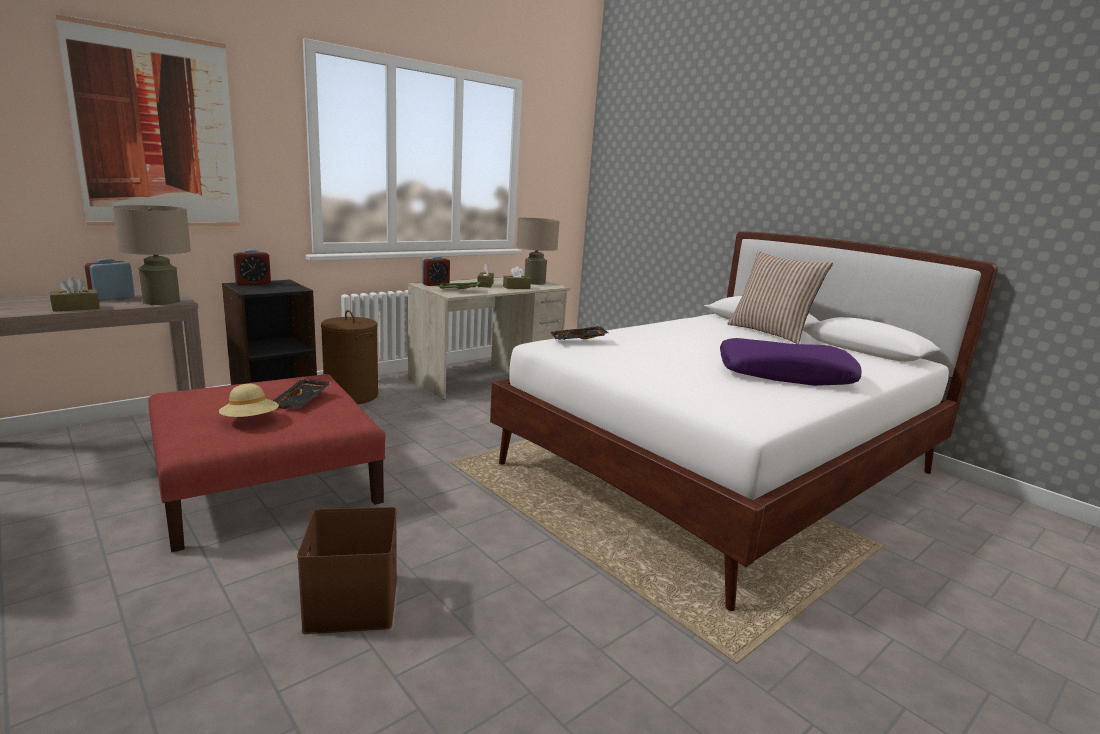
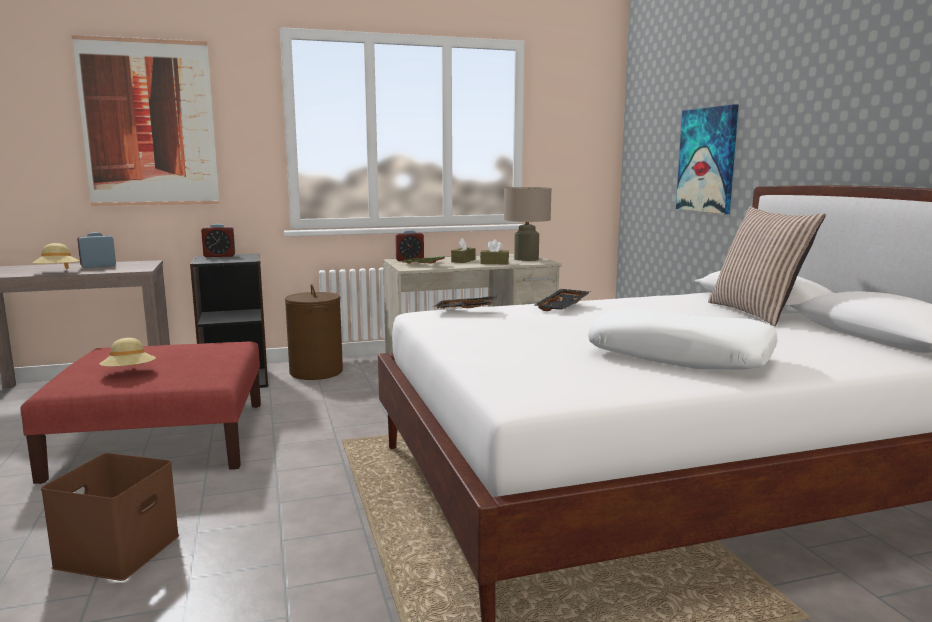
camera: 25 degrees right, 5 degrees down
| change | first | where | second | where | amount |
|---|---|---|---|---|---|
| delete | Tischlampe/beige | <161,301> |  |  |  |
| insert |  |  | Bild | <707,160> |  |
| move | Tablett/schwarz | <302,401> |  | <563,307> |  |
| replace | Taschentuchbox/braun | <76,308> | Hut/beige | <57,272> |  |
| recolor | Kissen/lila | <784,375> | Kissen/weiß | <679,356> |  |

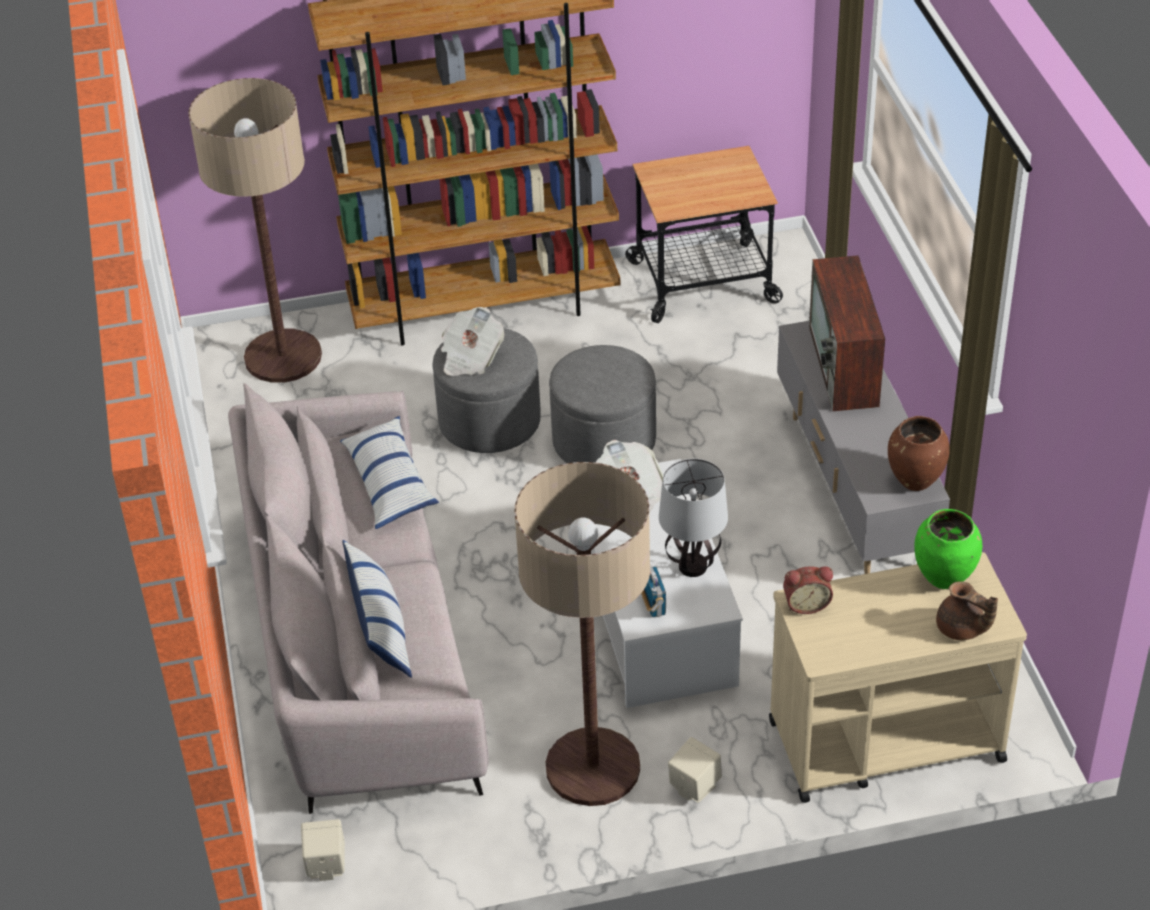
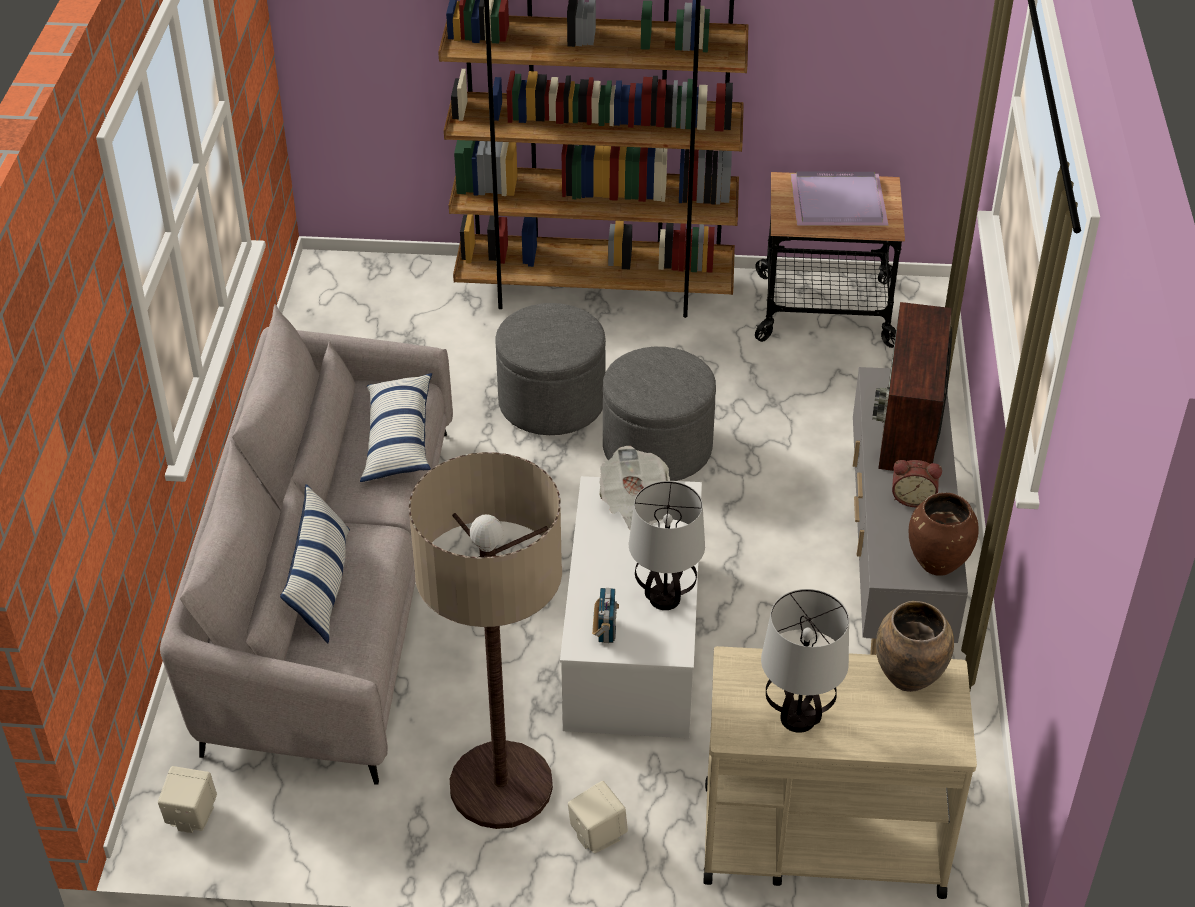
camera: 15 degrees right, 0 degrees up
| change | first | where | second | where | amount |
|---|---|---|---|---|---|
| delete | Stehlampe | <283,357> |  |  |  |
| delete | Zeitung | <470,357> |  |  |  |
| delete | Teekanne/braun | <961,629> |  |  |  |
| insert |  |  | Tischlampe | <799,718> |  |
| insert |  |  | Tablett/lila | <836,201> |  |
| move | Wecker | <806,604> |  | <912,497> |  |
| recolor | Vase/grün | <944,577> | Vase/braun | <908,677> |  |

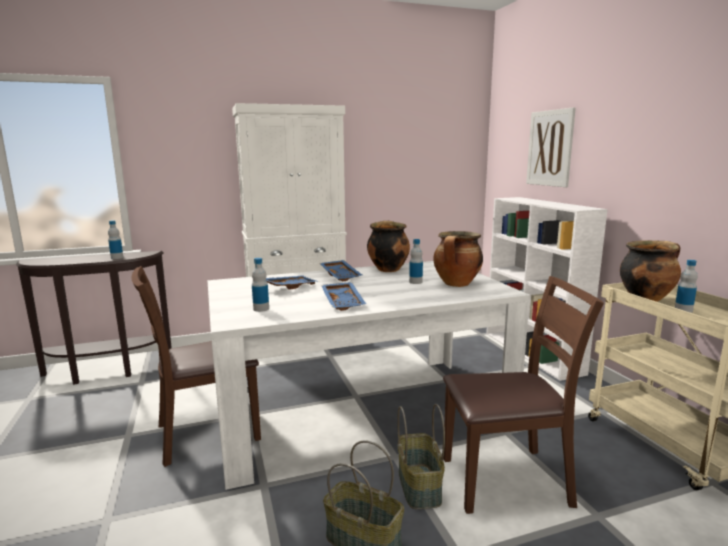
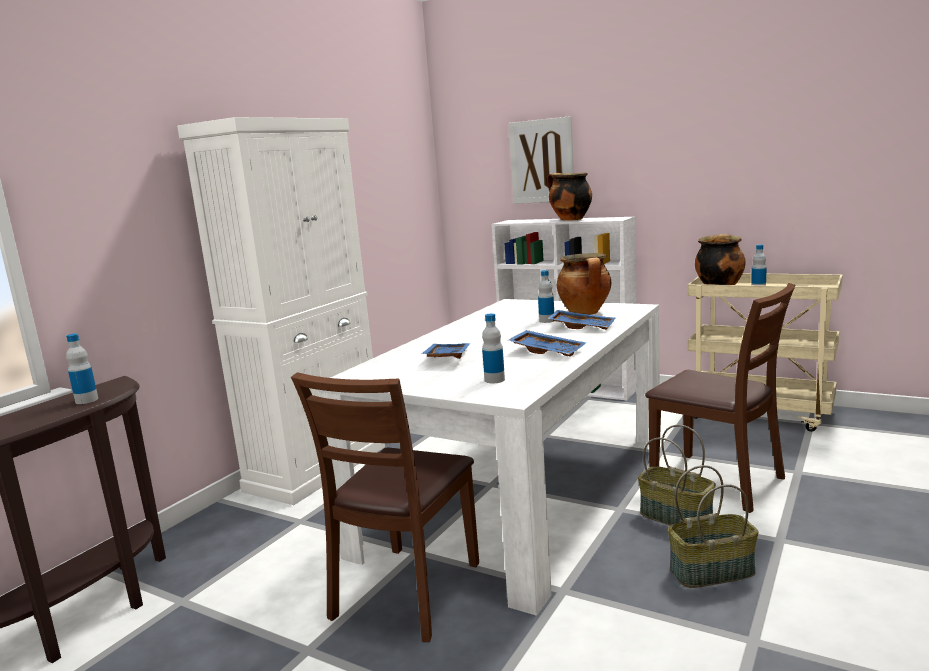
camera: 40 degrees left, 0 degrees up
| change | first | where | second | where | amount |
|---|---|---|---|---|---|
| move | Tablett/blau | <341,276> |  | <582,327> |  |
| move | Kochtopf | <387,269> |  | <570,219> |  |
| rotate | Stuhl/braun | <506,480> |  | <718,481> | 90 degrees clockwise |

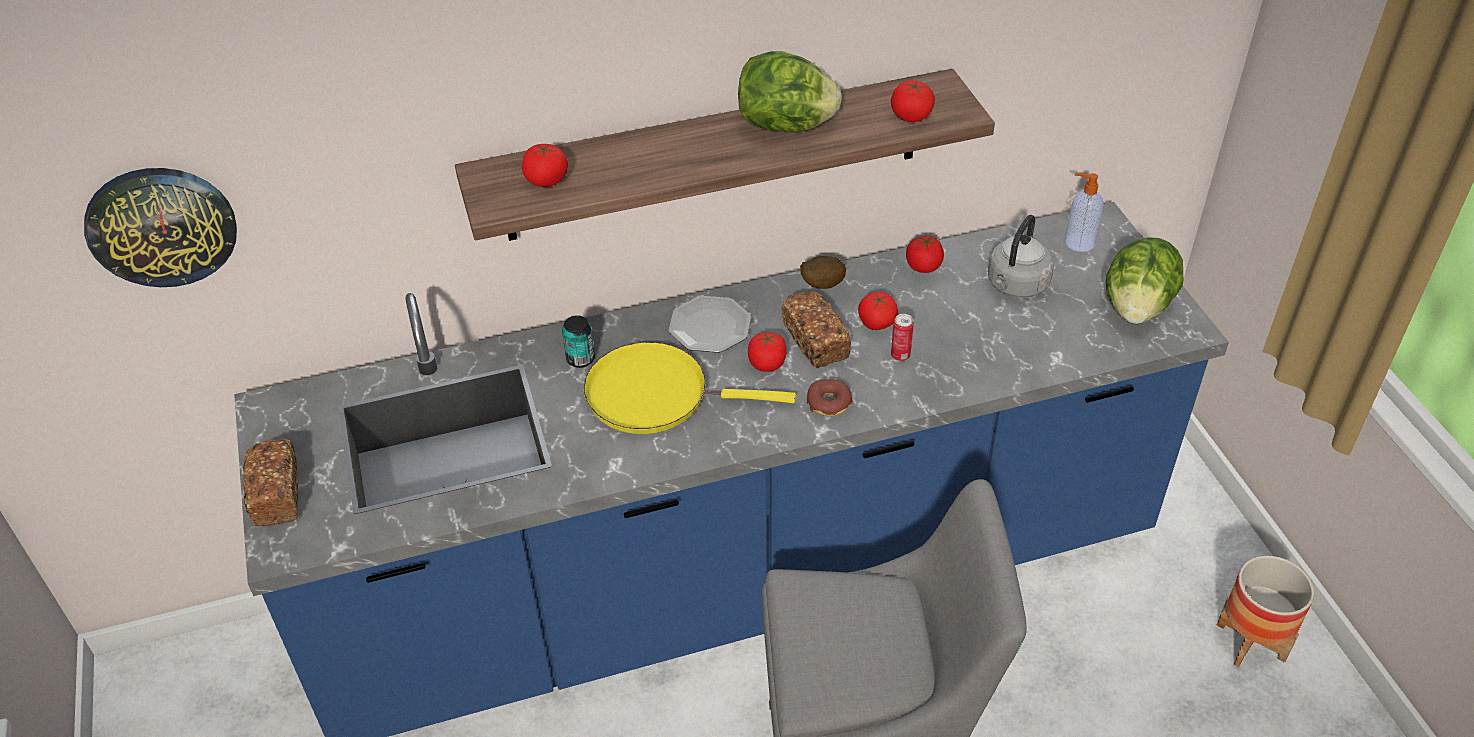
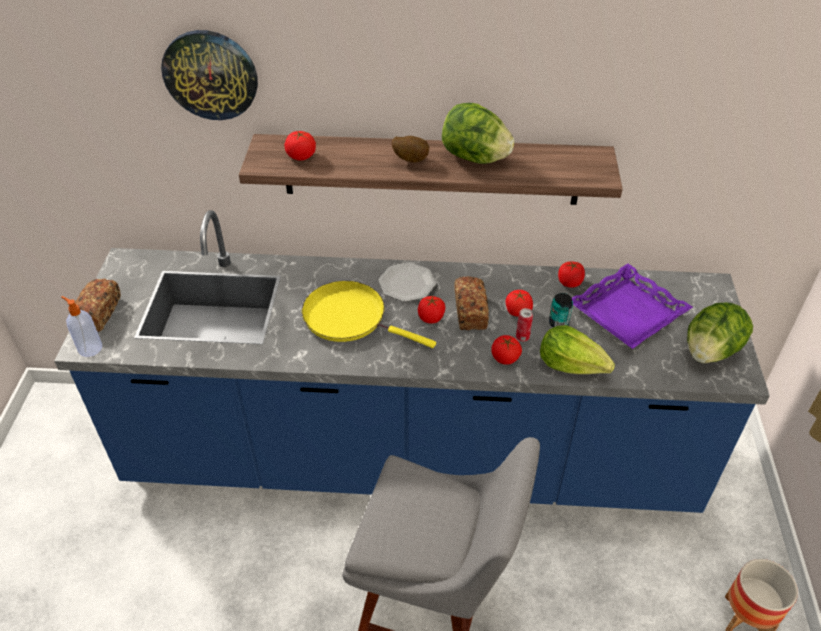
camera: 20 degrees right, 0 degrees up
| change | first | where | second | where | amount |
|---|---|---|---|---|---|
| delete | Donut | <829,403> |  |  |  |
| insert |  |  | Salatkopf | <571,364> |  |
| move | Wanduhr | <161,226> |  | <210,75> |  |
| move | Dose | <580,359> |  | <558,323> |  |
| move | Kartoffel | <821,285> |  | <410,160> |  |
| move | Tomate | <911,116> |  | <505,358> |  |
| move | Seifenspender | <1078,242> |  | <89,348> |  |
| replace | Wasserkessel/grau | <1016,286> | Tablett/lila | <628,313> |  |

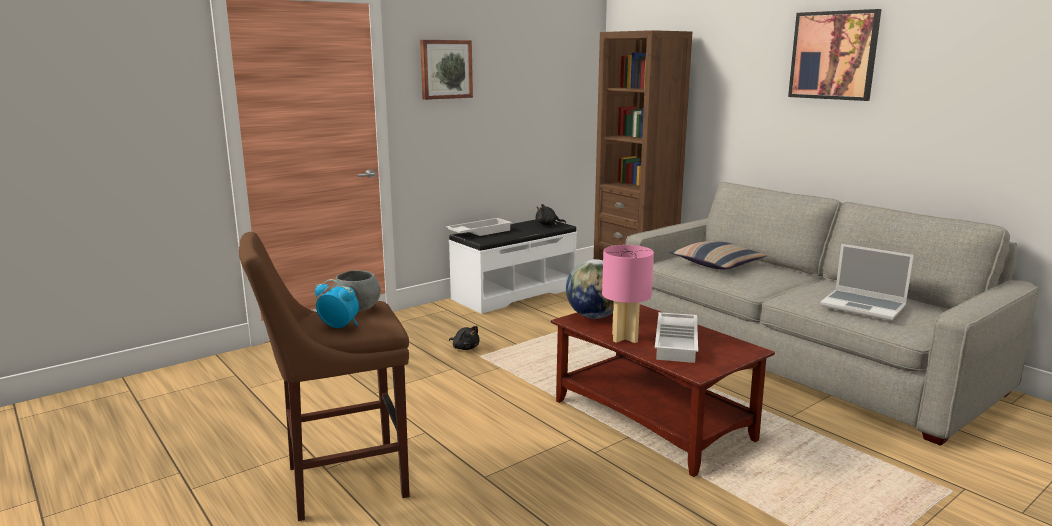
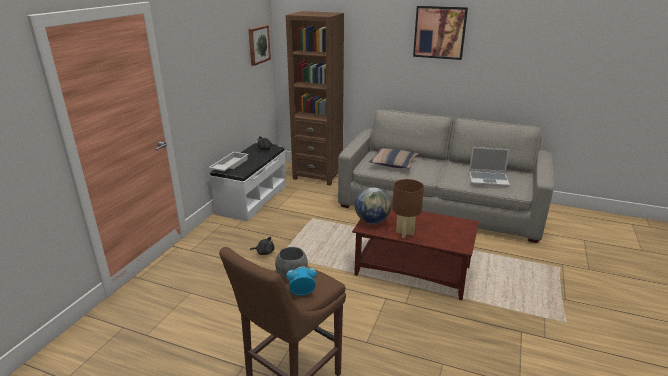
camera: 30 degrees left, 10 degrees up
| change | first | where | second | where | amount |
|---|---|---|---|---|---|
| delete | Tablett/weiß | <677,343> |  |  |  |
| move | Bild | <445,69> |  | <258,44> |  |
| recolor | Tischlampe/rosa | <625,338> | Tischlampe/braun | <404,233> |  |

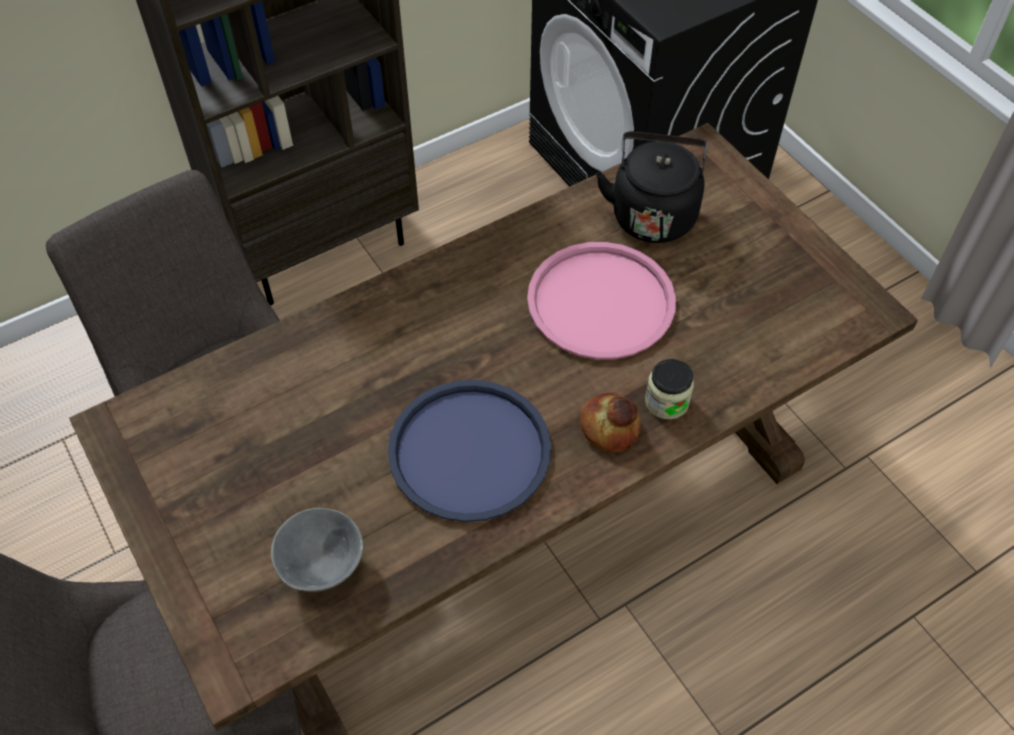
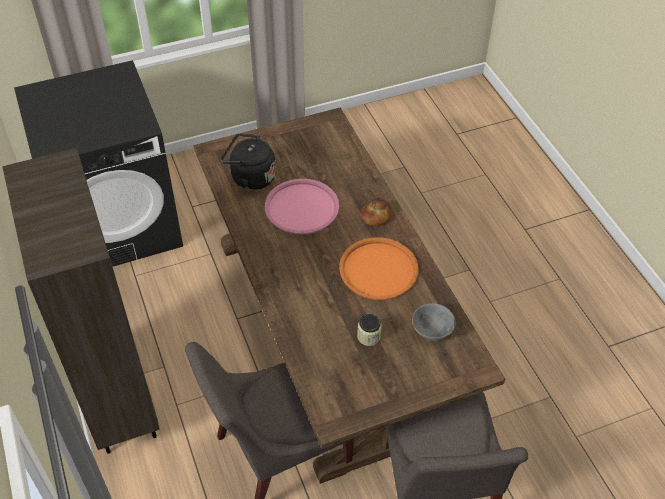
camera: 80 degrees left, 5 degrees down
| change | first | where | second | where | amount |
|---|---|---|---|---|---|
| move | Vorratsglas | <666,401> |  | <368,336> |  |
| recolor | Tablett/blau | <469,451> | Tablett/orange | <378,269> |  |

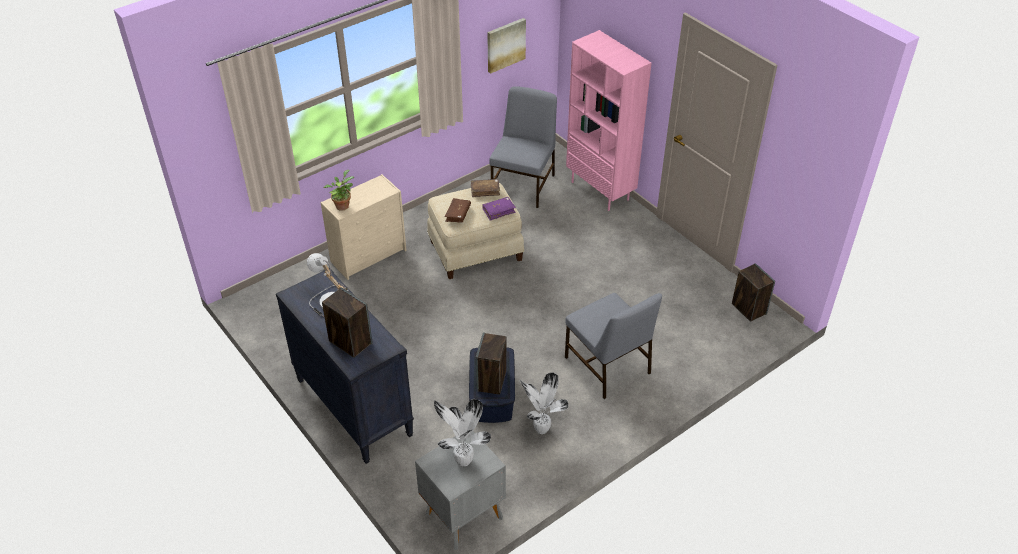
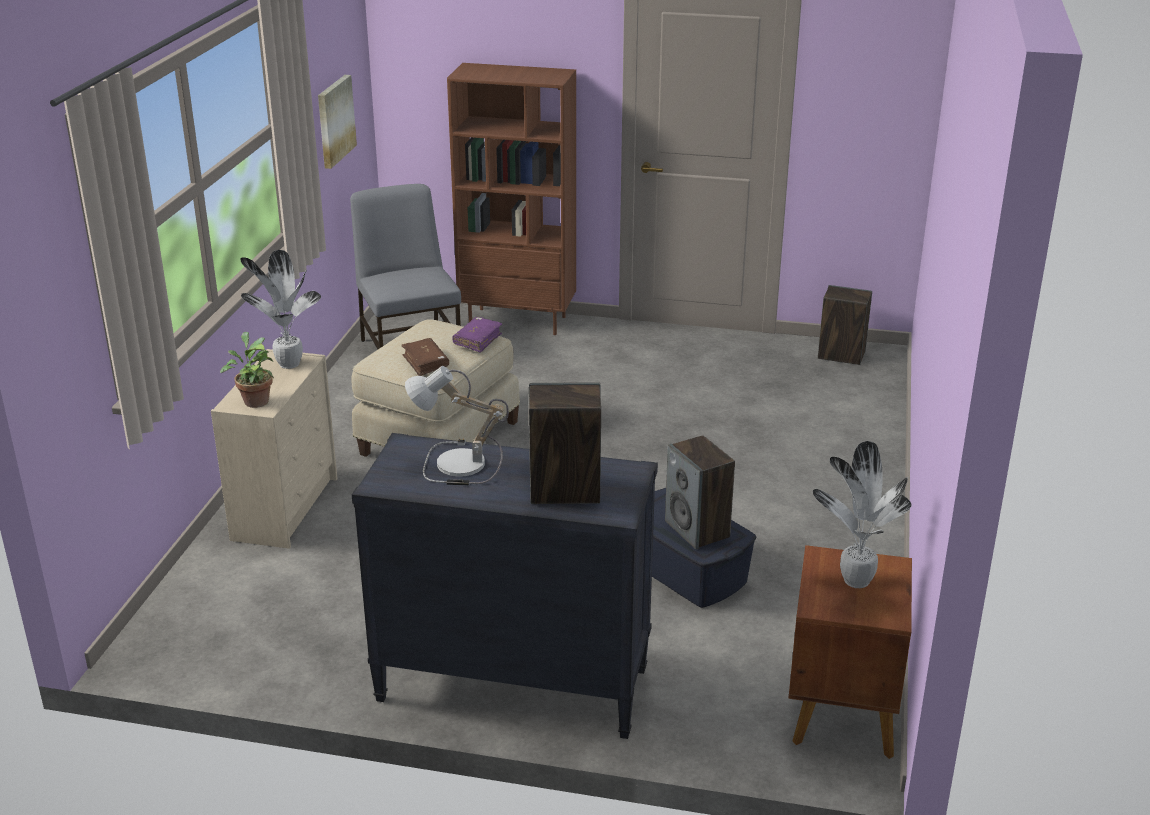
camera: 40 degrees left, 15 degrees down
| change | first | where | second | where | amount |
|---|---|---|---|---|---|
| delete | Buch/braun | <485,190> |  |  |  |
| delete | Stuhl/grau | <608,366> |  |  |  |
| move | Topfpflanze | <540,429> |  | <287,365> |  |
| recolor | Nachttisch/grau | <462,515> | Nachttisch/braun | <842,715> |  |
| recolor | Bücherregal/rosa | <601,191> | Bücherregal/braun | <518,321> |  |

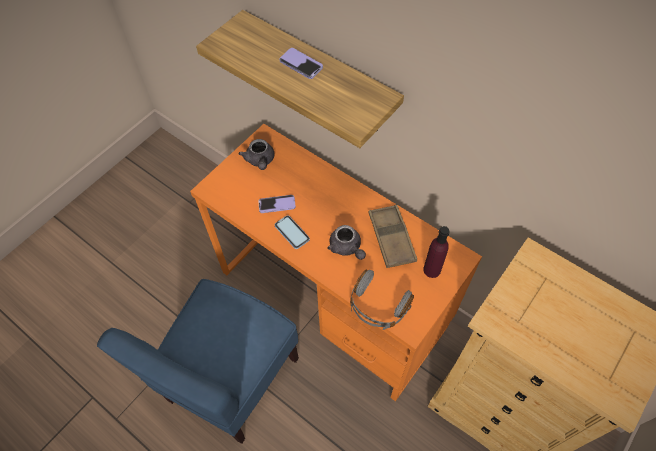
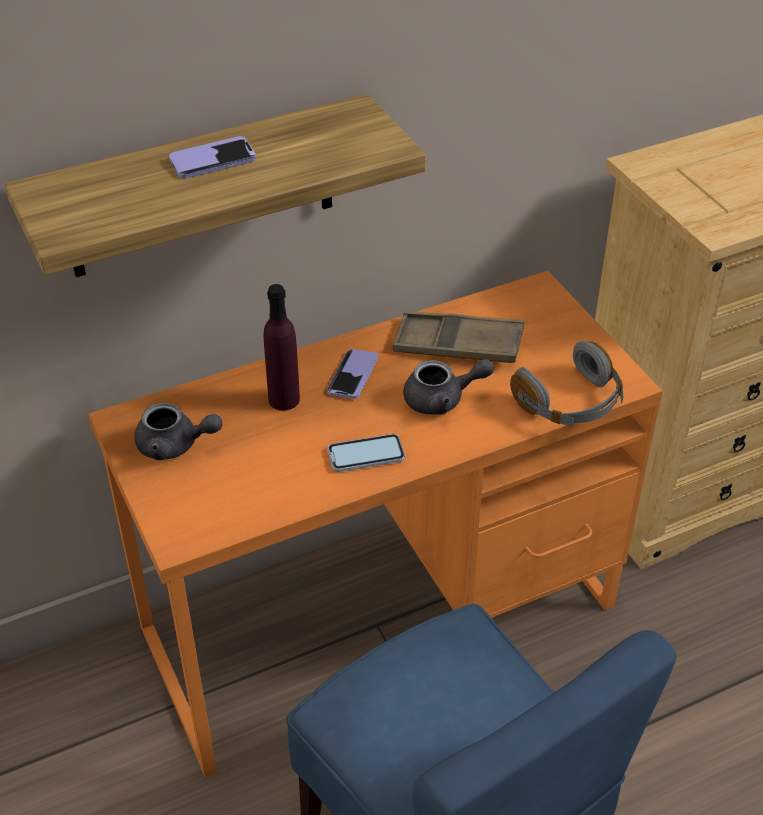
camera: 65 degrees left, 15 degrees down
| change | first | where | second | where | amount |
|---|---|---|---|---|---|
| move | Handy | <277,204> |  | <353,375> |  |
| move | Flasche/lila | <432,270> |  | <284,399> |  |

